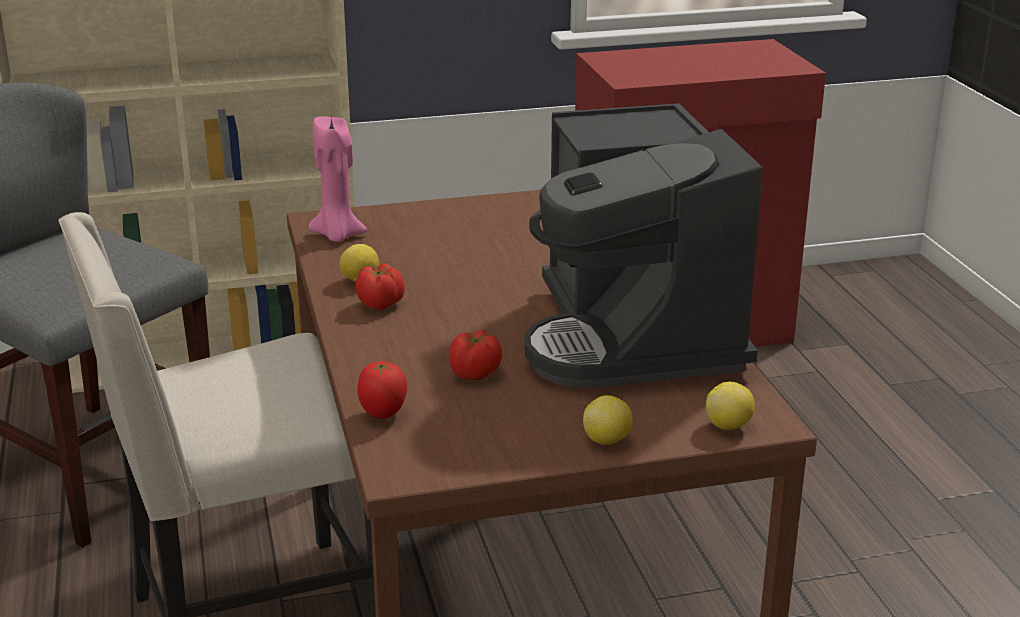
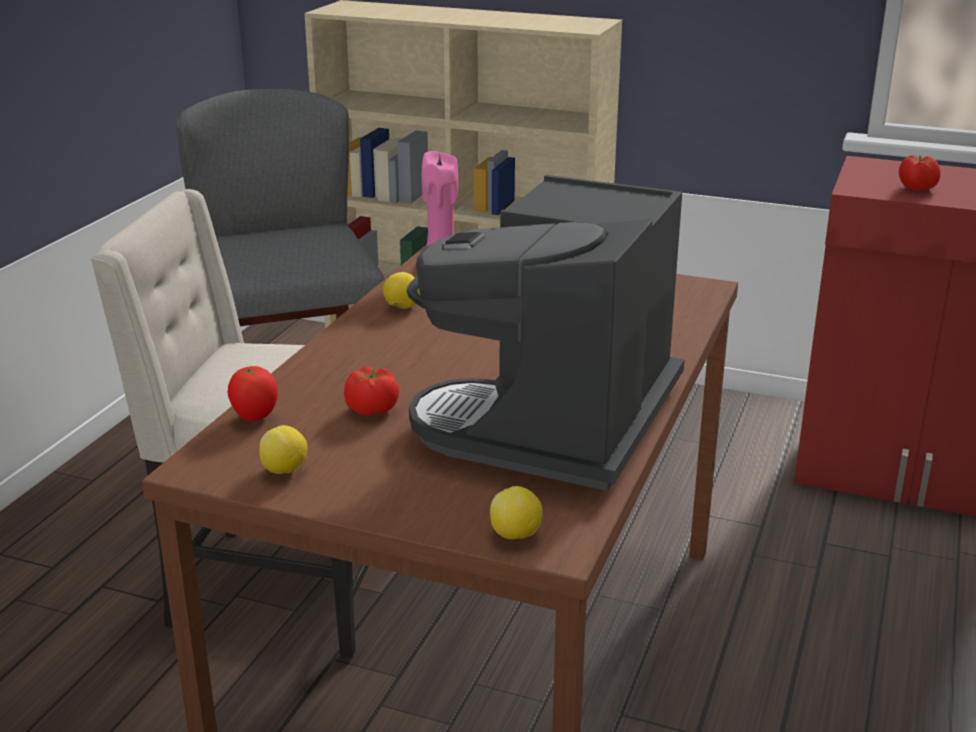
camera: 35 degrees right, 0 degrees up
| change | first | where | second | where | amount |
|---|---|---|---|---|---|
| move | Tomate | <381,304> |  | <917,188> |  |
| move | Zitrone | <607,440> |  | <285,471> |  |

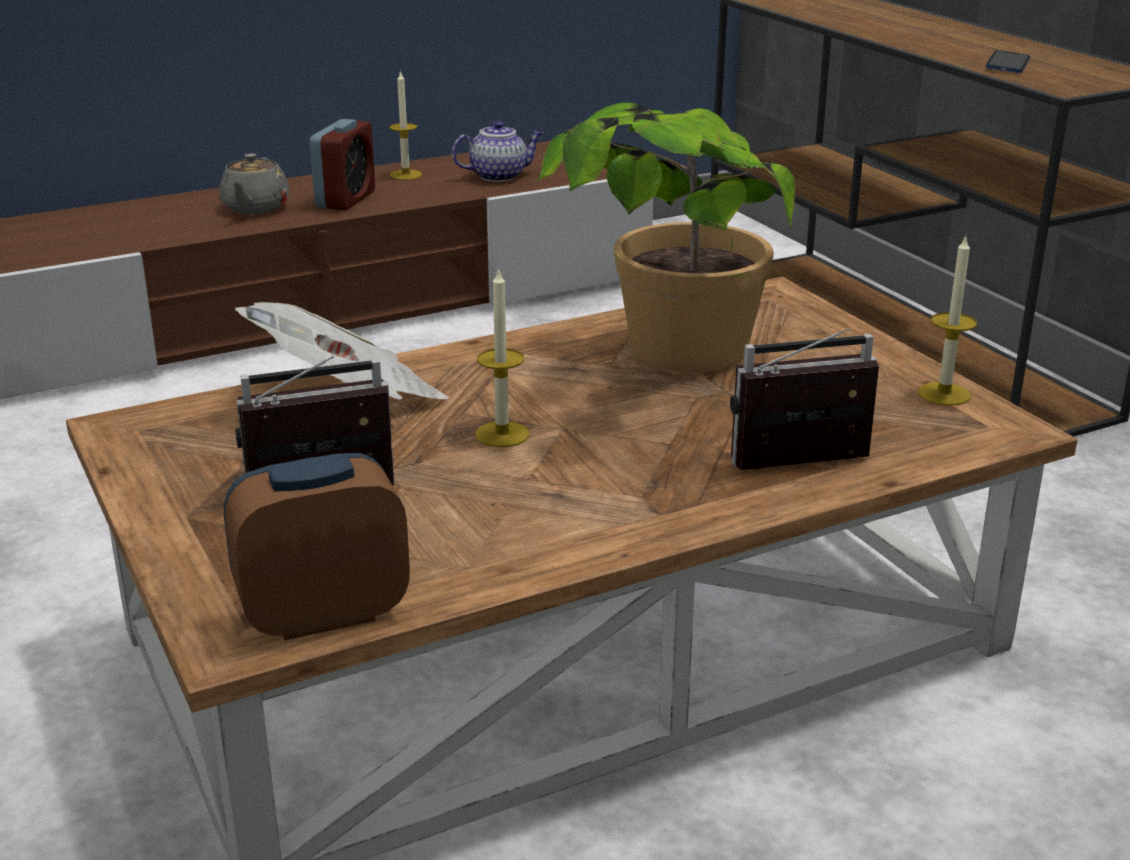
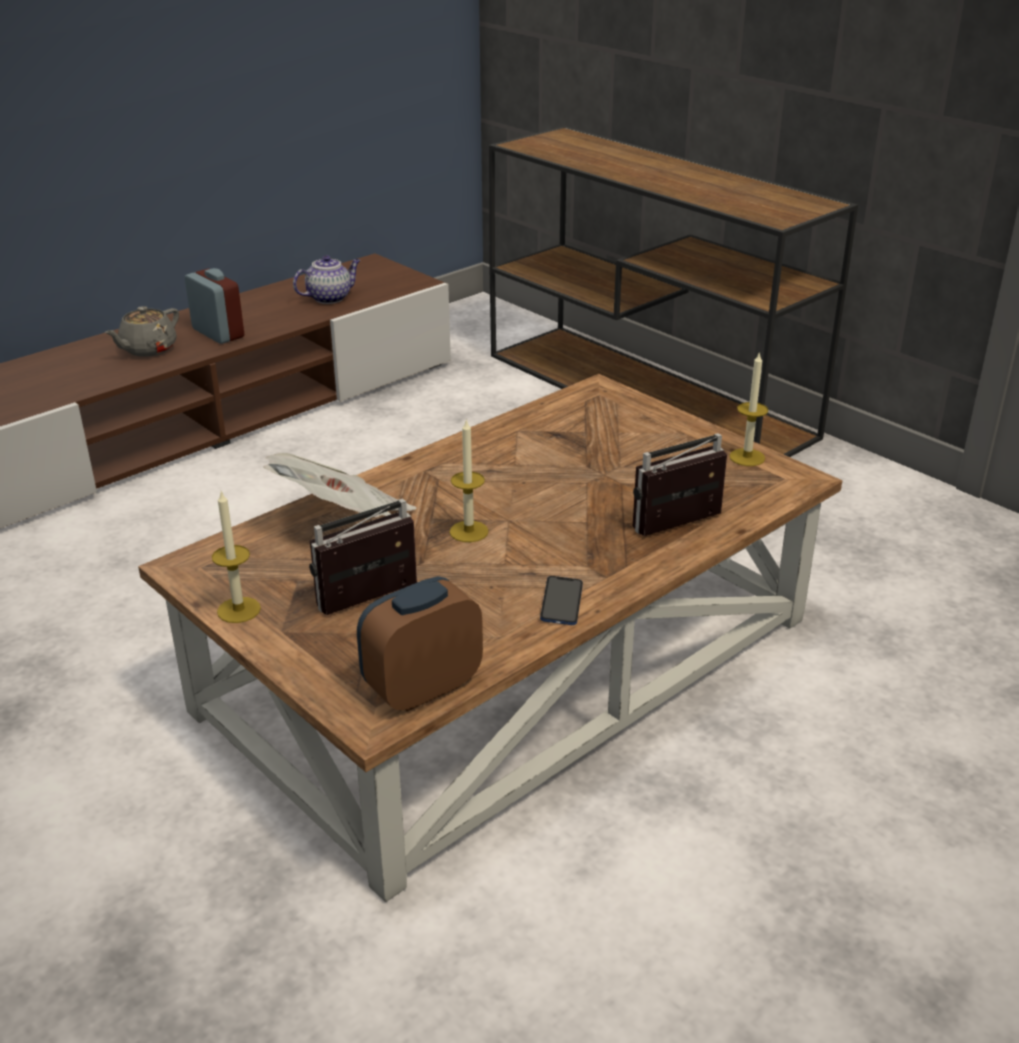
camera: 15 degrees left, 5 degrees up
| change | first | where | second | where | amount |
|---|---|---|---|---|---|
| delete | Topfpflanze | <660,371> |  |  |  |
| move | Kerze | <405,175> |  | <239,610> |  |
| move | Handy | <1007,64> |  | <561,602> |  |
| rotate | Teekanne/grau | <255,208> |  | <148,349> | 45 degrees clockwise |
| rotate | Wecker | <345,199> |  | <218,333> | 45 degrees counterclockwise |

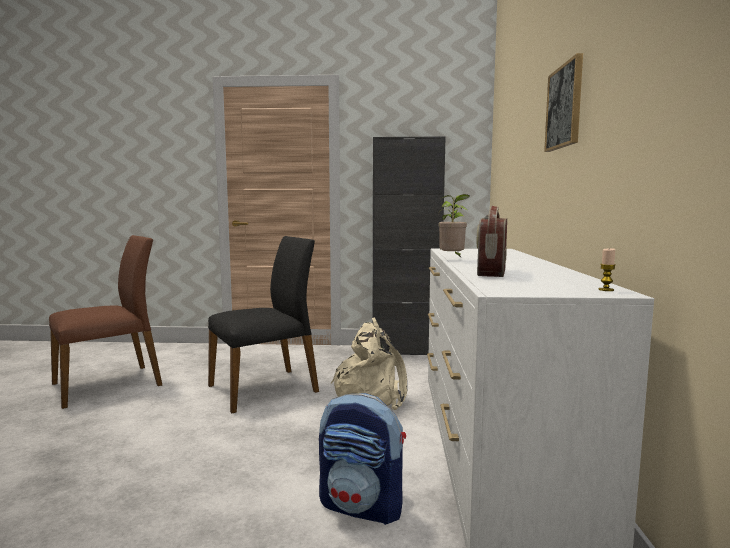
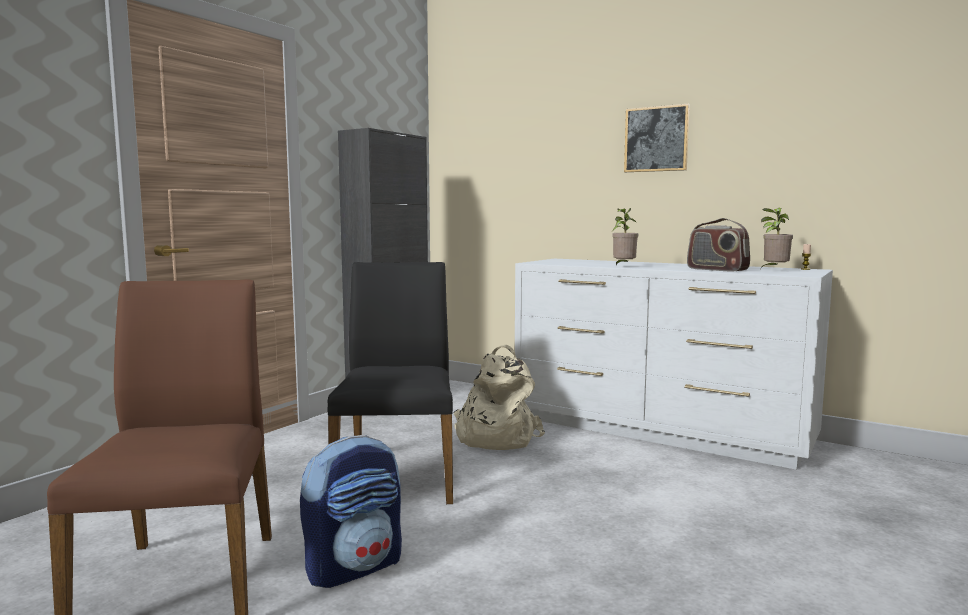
camera: 60 degrees left, 0 degrees up
| change | first | where | second | where | amount |
|---|---|---|---|---|---|
| insert |  |  | Topfpflanze | <774,270> |  |
| move | Rucksack | <362,506> |  | <355,567> |  |

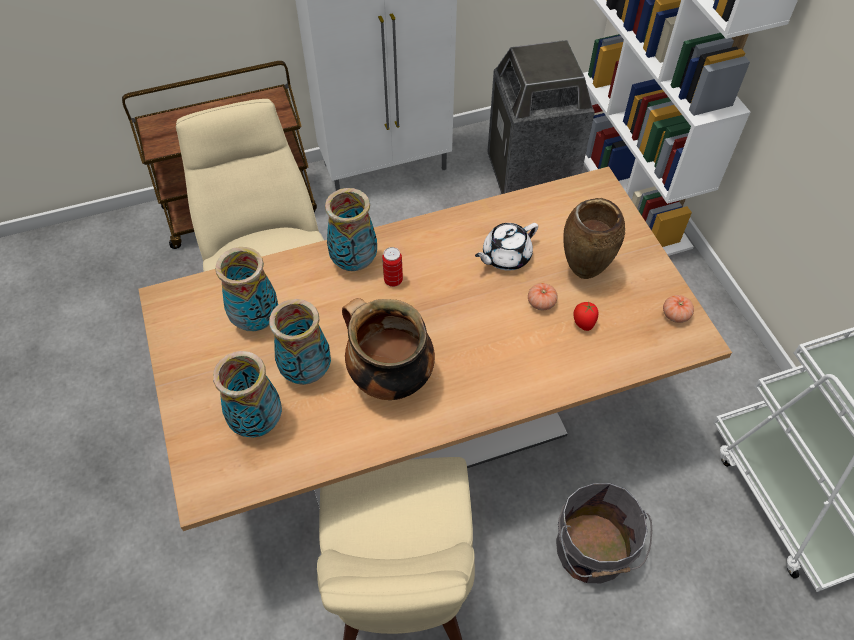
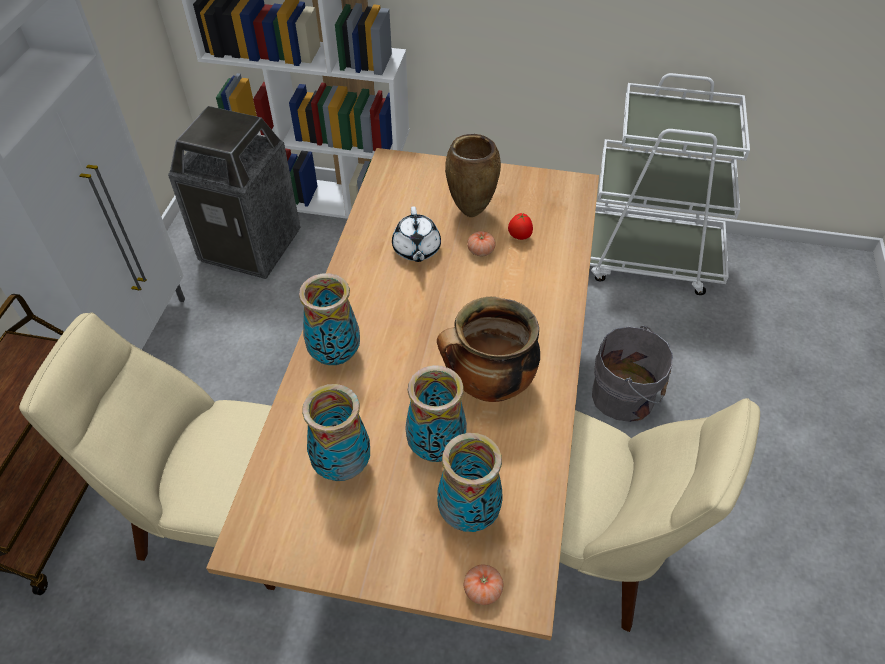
camera: 60 degrees left, 5 degrees down
| change | first | where | second | where | amount |
|---|---|---|---|---|---|
| delete | Dose | <393,280> |  |  |  |
| move | Tomate | <675,315> |  | <482,590> |  |

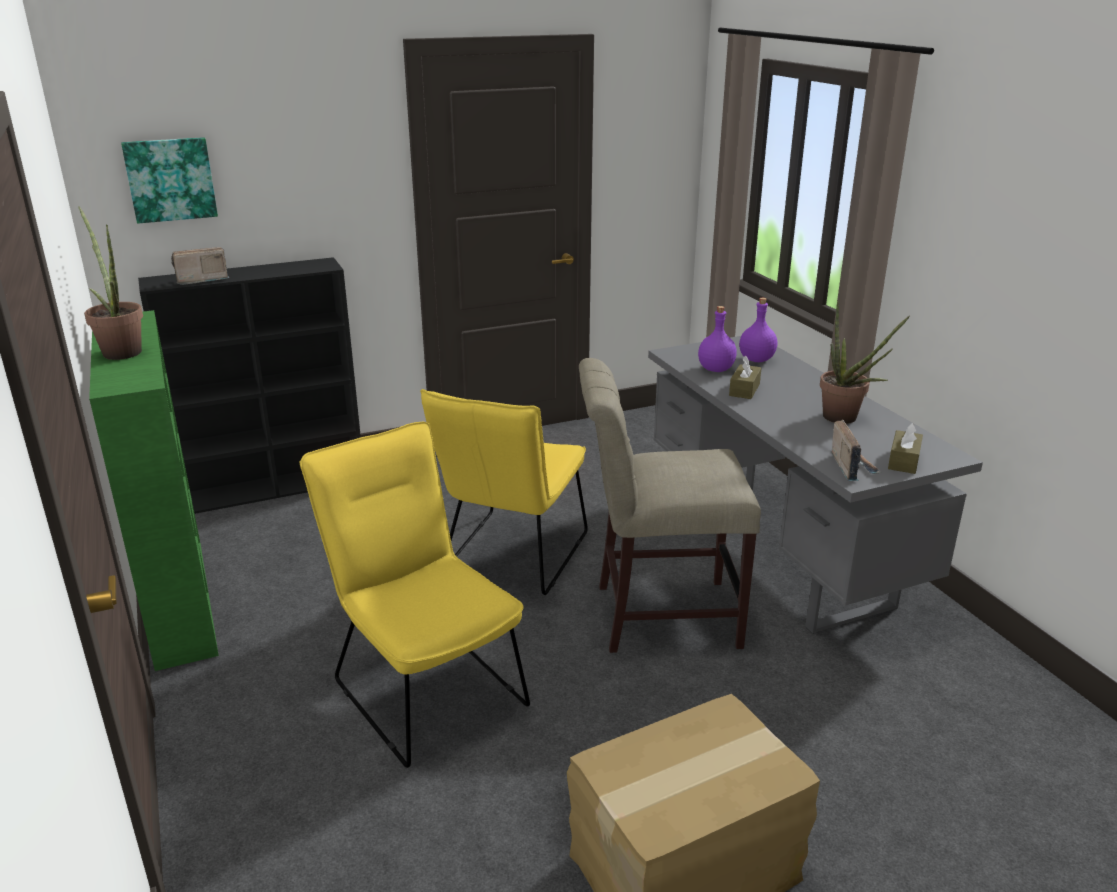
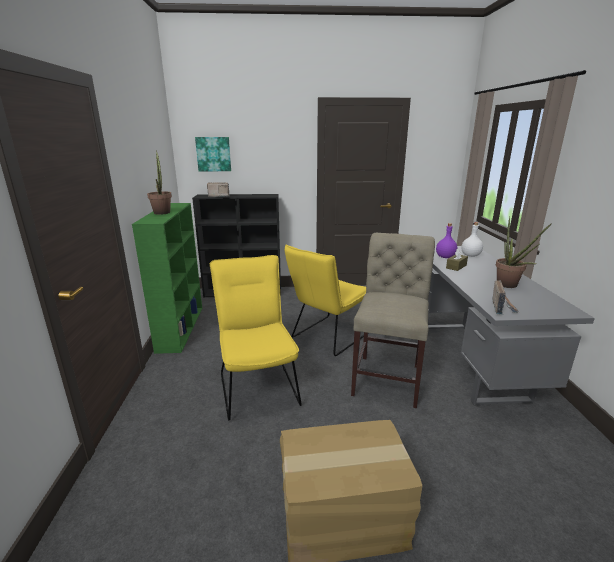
camera: 20 degrees right, 5 degrees down
| change | first | where | second | where | amount |
|---|---|---|---|---|---|
| delete | Taschentuchbox/braun | <903,461> |  |  |  |
| recolor | Flasche/lila | <757,359> | Flasche/weiß | <471,255> |  |
| rotate | Stuhl/beige | <657,615> |  | <388,377> | 90 degrees clockwise |

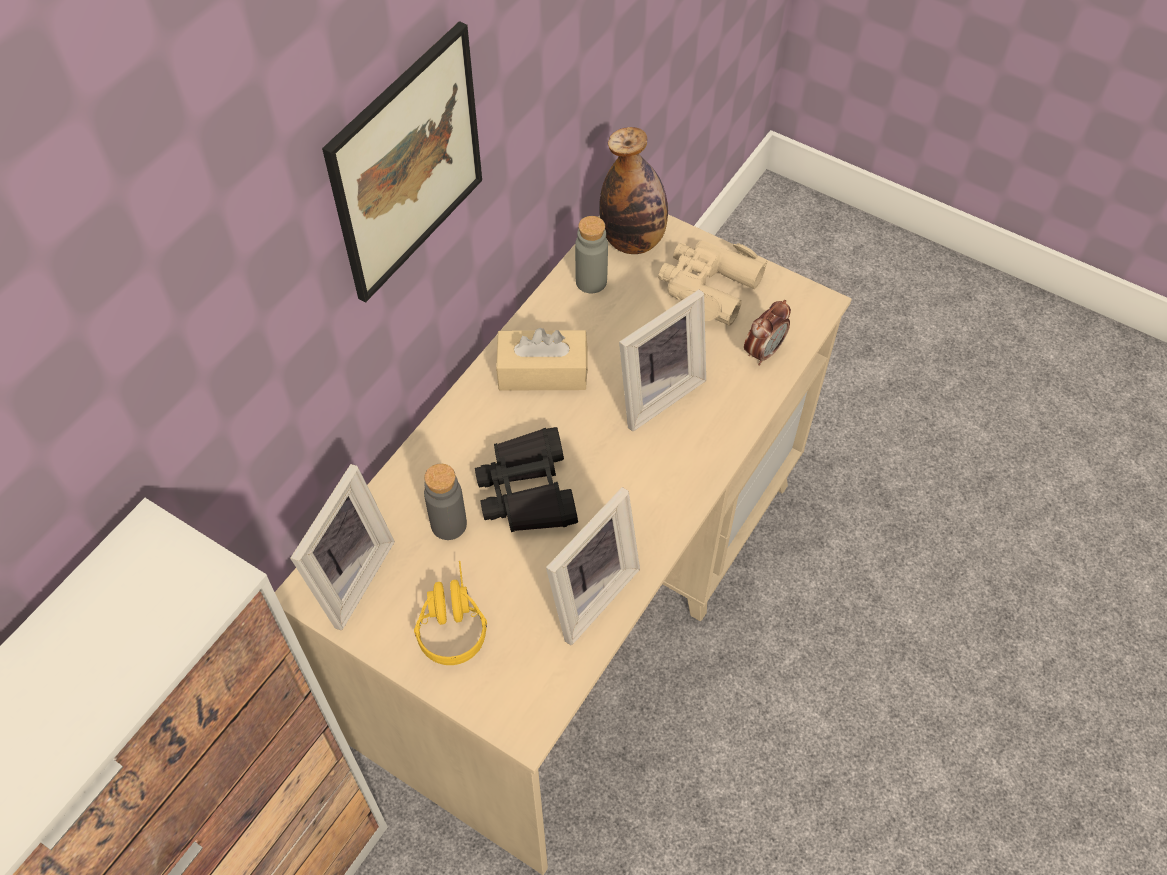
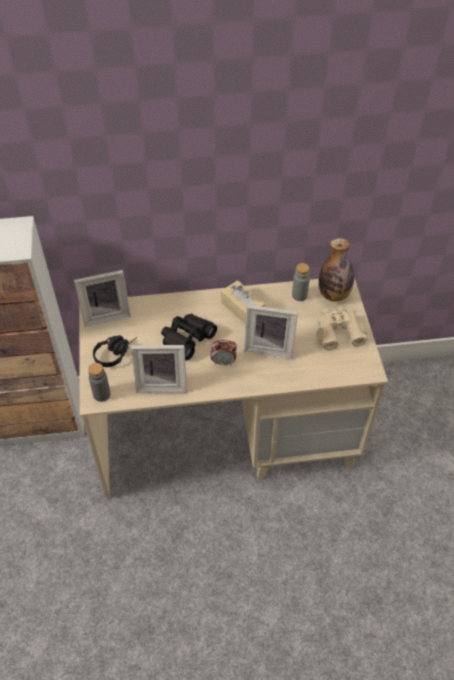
camera: 50 degrees right, 5 degrees down
| change | first | where | second | where | amount |
|---|---|---|---|---|---|
| delete | Bild | <406,164> |  |  |  |
| move | Flasche/grau | <449,524> |  | <101,394> |  |
| move | Wecker | <763,352> |  | <223,362> |  |
| recolor | Kopfhörer/gelb | <450,619> | Kopfhörer/schwarz | <115,352> |  |

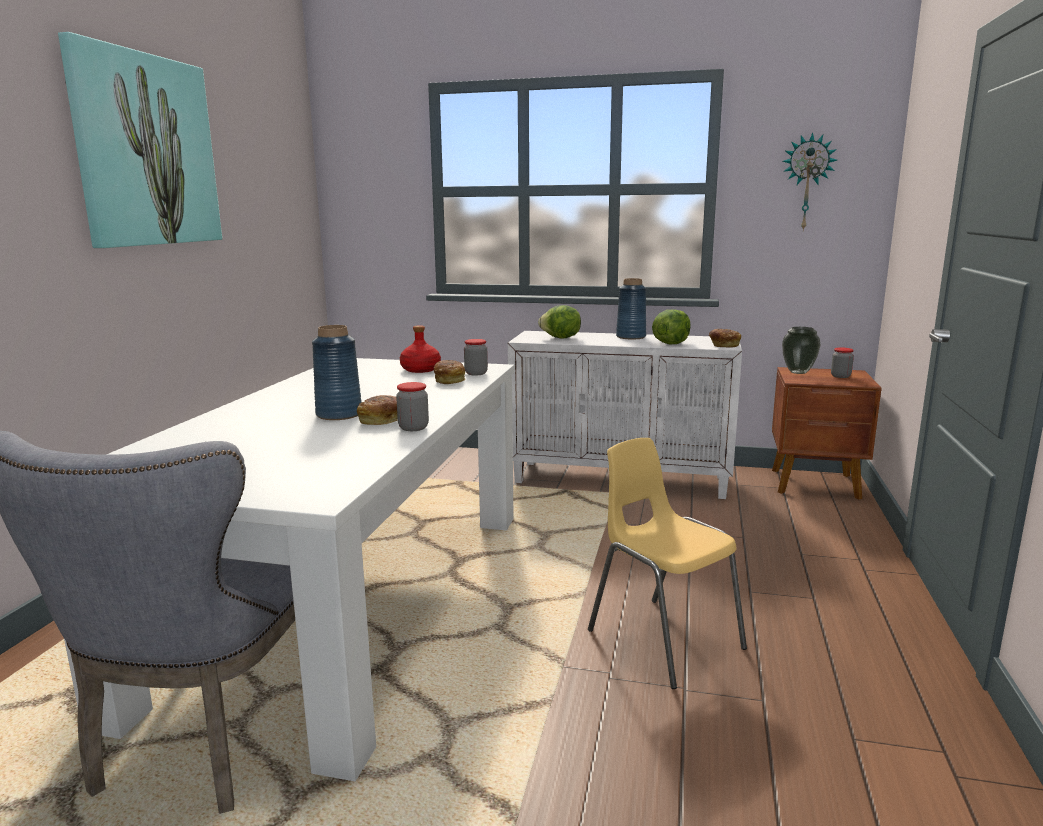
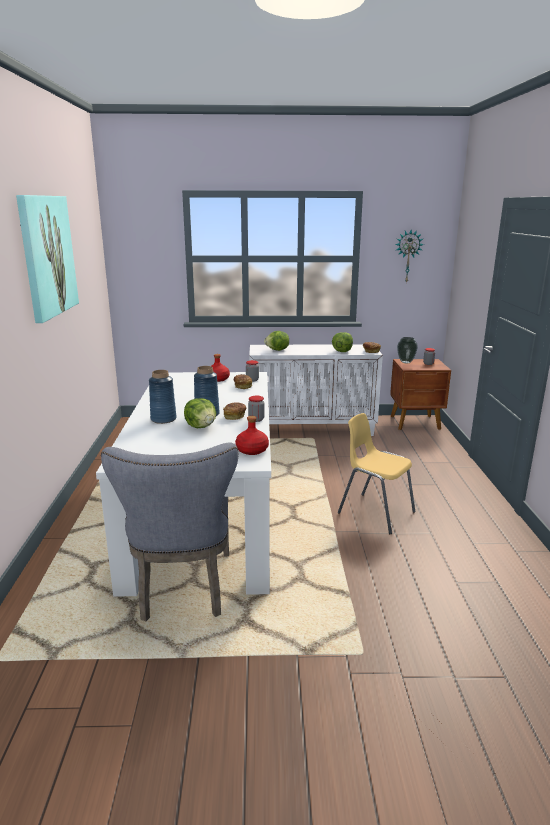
camera: 15 degrees left, 5 degrees up
| change | first | where | second | where | amount |
|---|---|---|---|---|---|
| insert |  |  | Salatkopf | <201,426> |  |
| insert |  |  | Flasche/rot | <252,450> |  |
| move | Vase/blau | <631,337> |  | <163,419> |  |

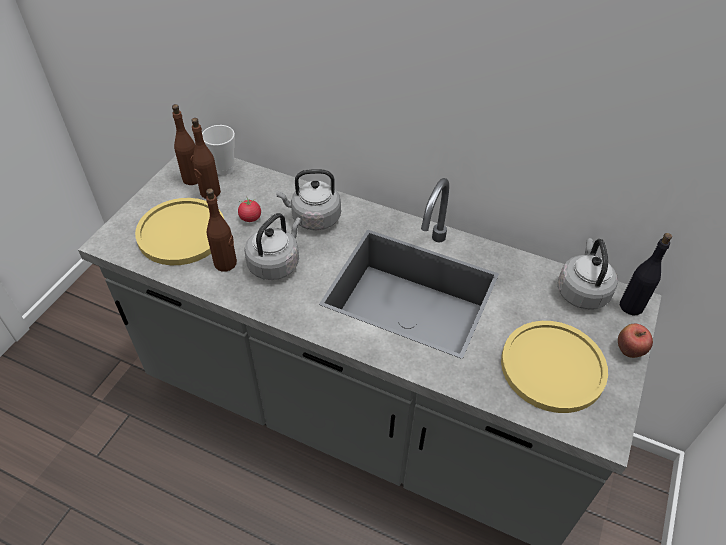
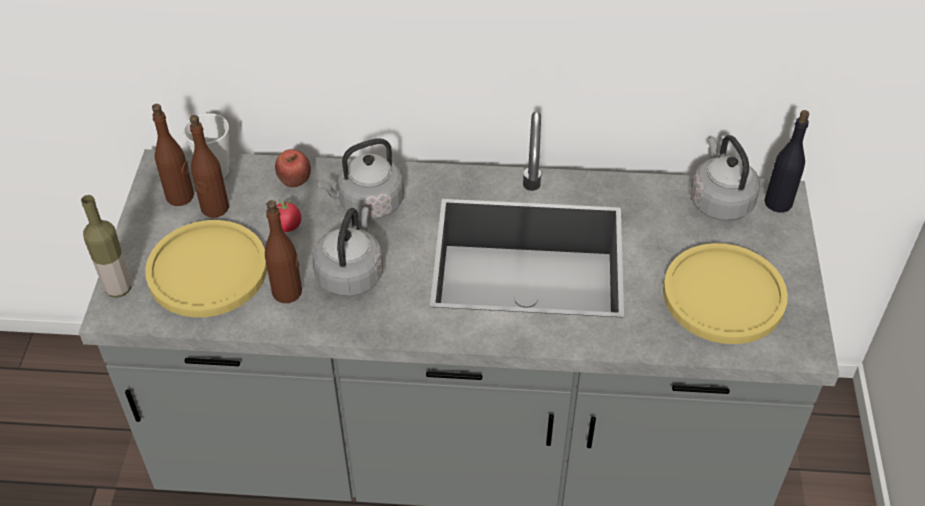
camera: 20 degrees left, 0 degrees up
| change | first | where | second | where | amount |
|---|---|---|---|---|---|
| insert |  |  | Flasche | <118,288> |  |
| move | Apfel | <629,351> |  | <295,182> |  |

